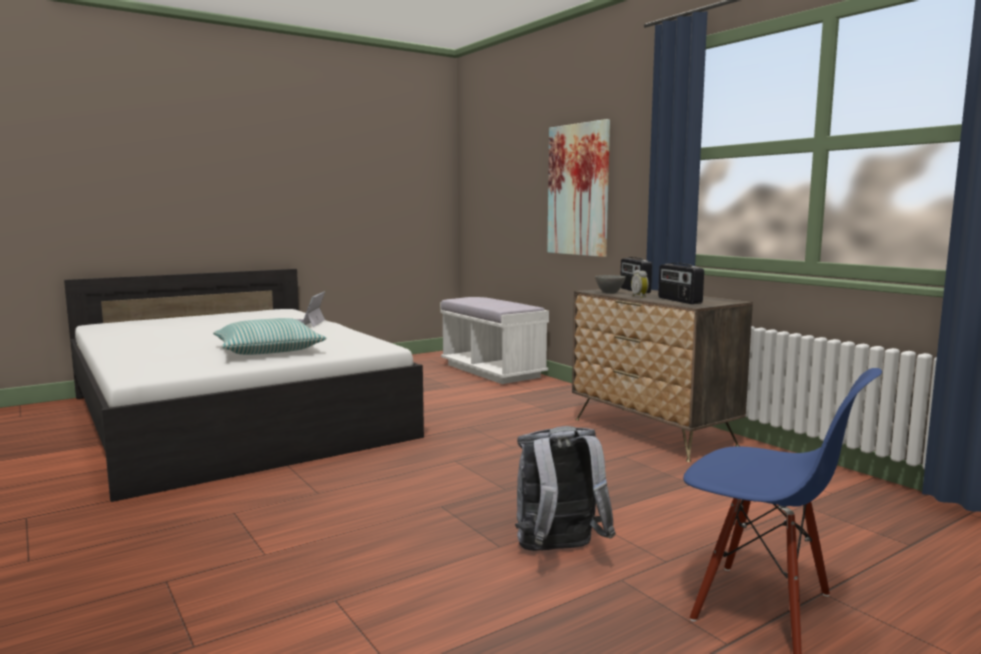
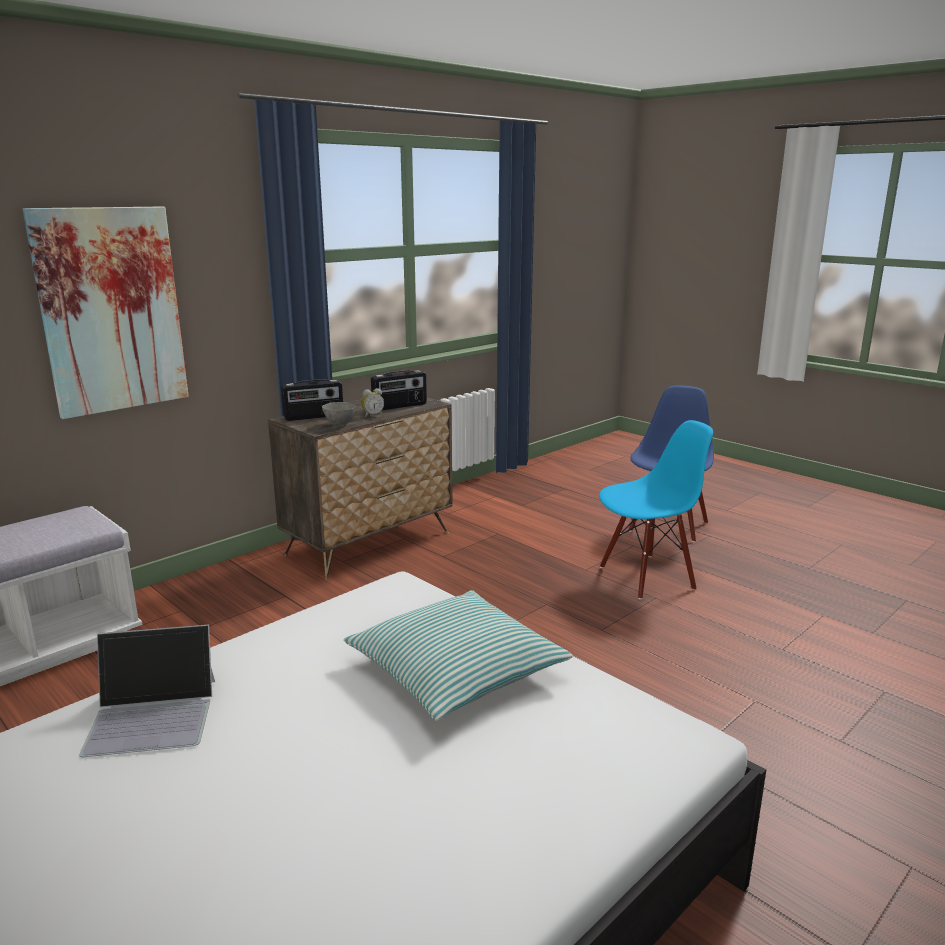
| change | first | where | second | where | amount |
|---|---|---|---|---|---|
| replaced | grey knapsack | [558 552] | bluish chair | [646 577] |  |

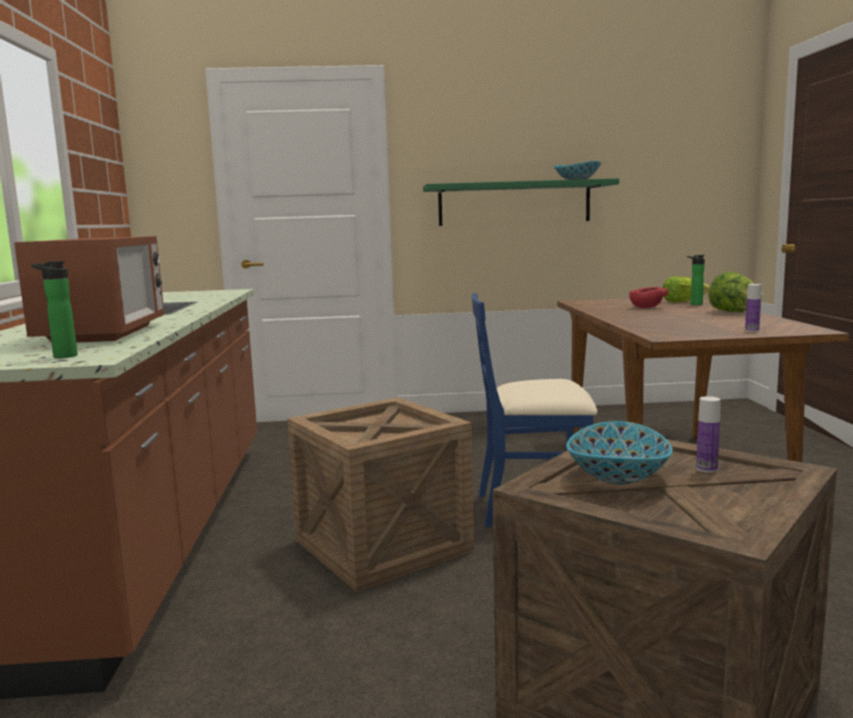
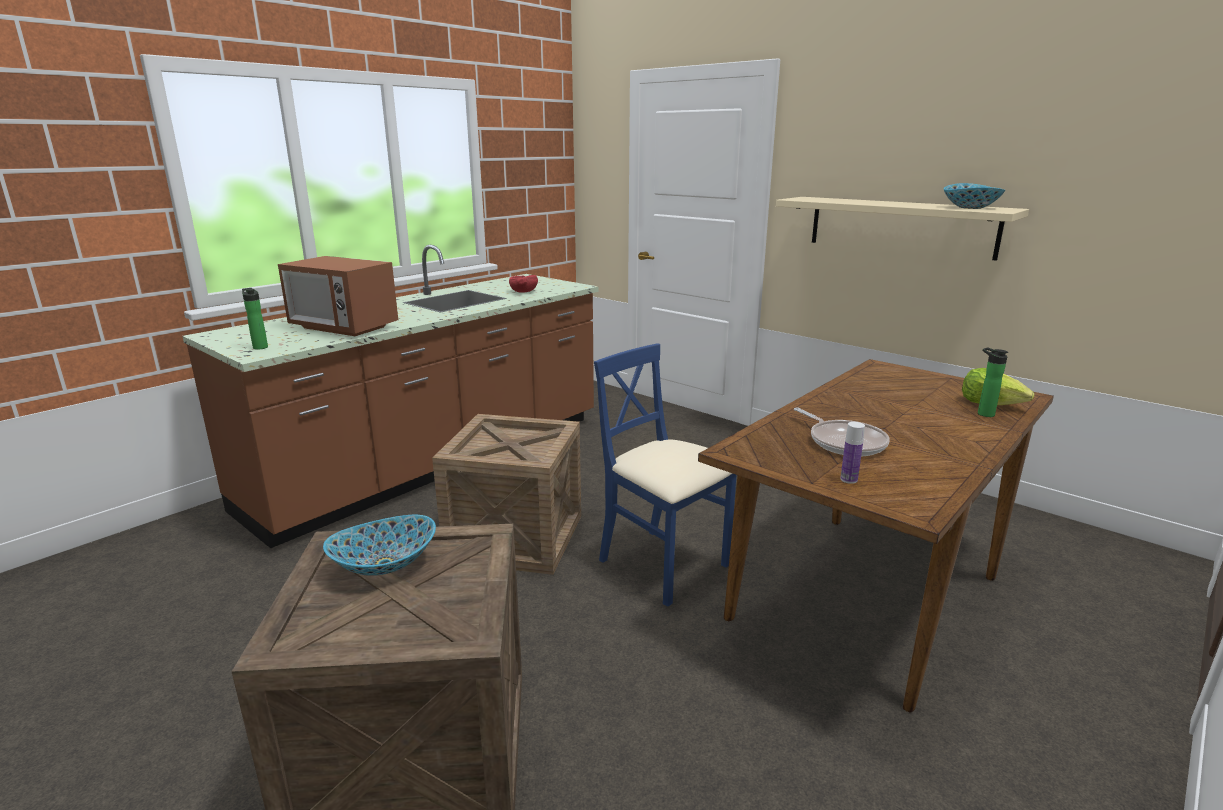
| change | first | where | second | where | amount |
|---|---|---|---|---|---|
| recoloured | green-coloured bracket shelf | [514 203] | beige bracket shelf | [900 226] |  |
| turned | microwave | [104 334] |  | [343 328] | 75 degrees clockwise |
| removed | lettuce head | [733 312] |  |  |  |
| moved | red deep dish | [646 307] |  | [523 292] |  |
| removed | beverage bottle | [706 469] |  |  |  |
| added |  |  | skillet | [844 442] |  |

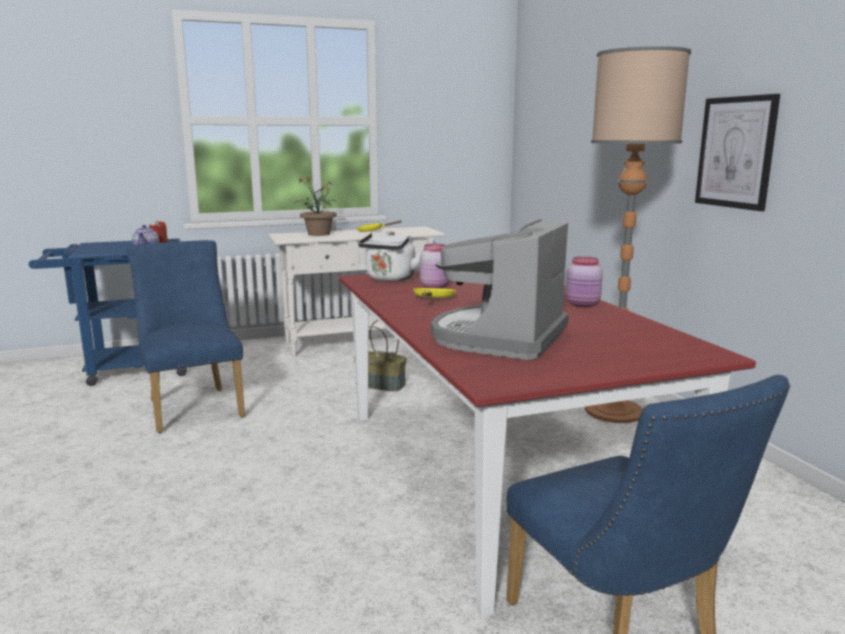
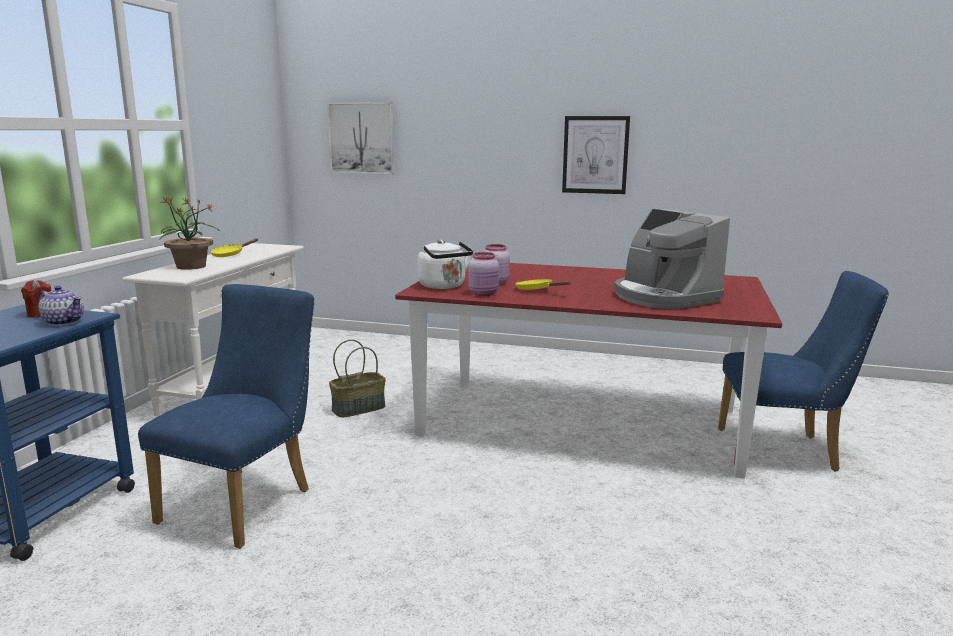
| change | first | where | second | where | amount |
|---|---|---|---|---|---|
| removed | standard lamp | [614 411] |  |  |  |
| turned | bluish chair | [194 406] |  | [246 502] | 105 degrees clockwise |
| moved | pink-coloured preserve jar | [583 304] |  | [484 294] |  |
| added |  |  | wall art | [362 138] |  |

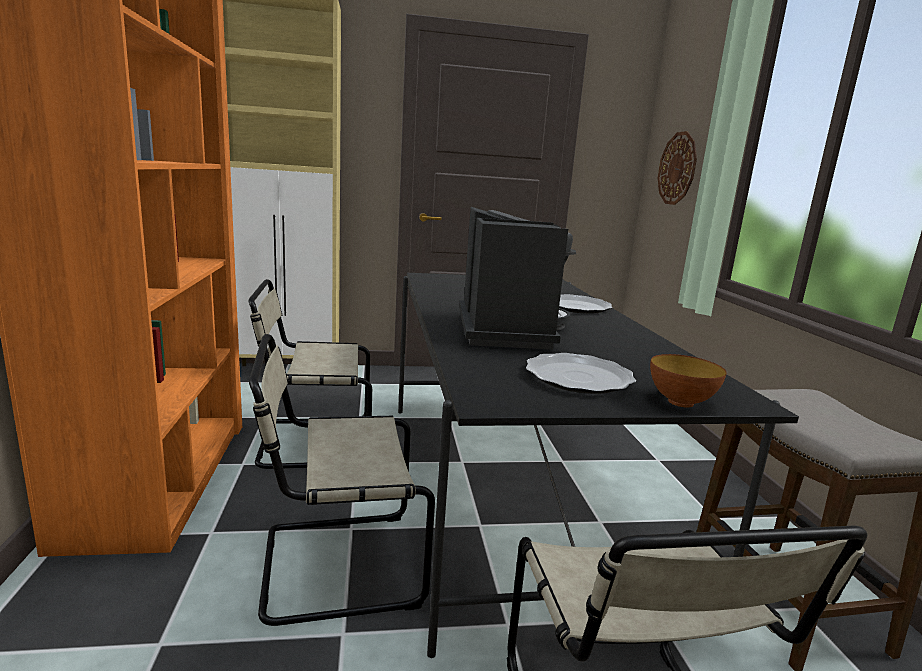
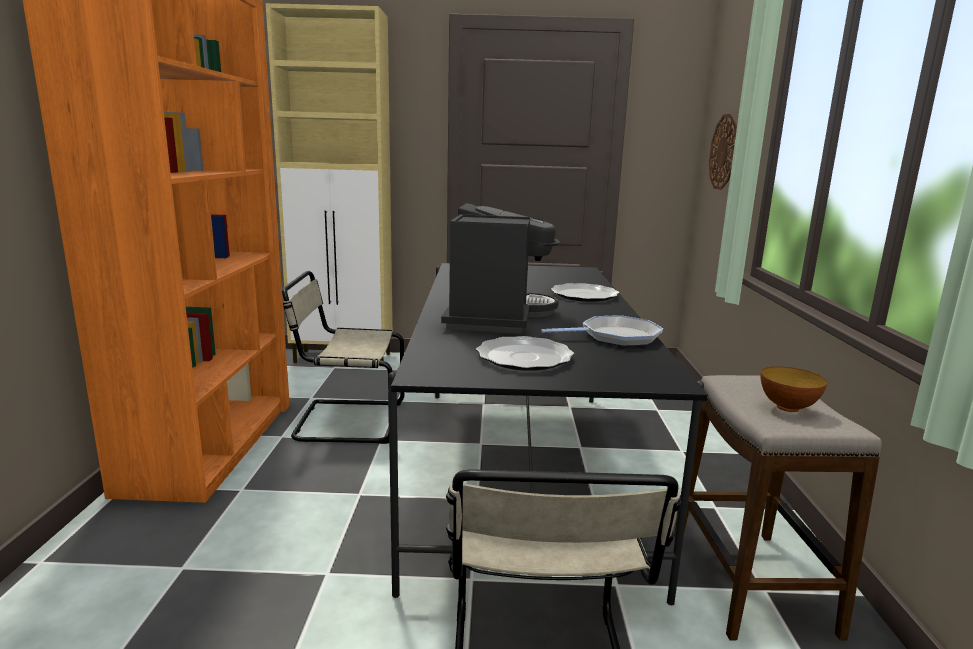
| change | first | where | second | where | amount |
|---|---|---|---|---|---|
| removed | beige chair | [334 565] |  |  |  |
| moved | deep dish | [680 402] |  | [787 408] |  |
| added |  |  | skillet | [615 337] |  |

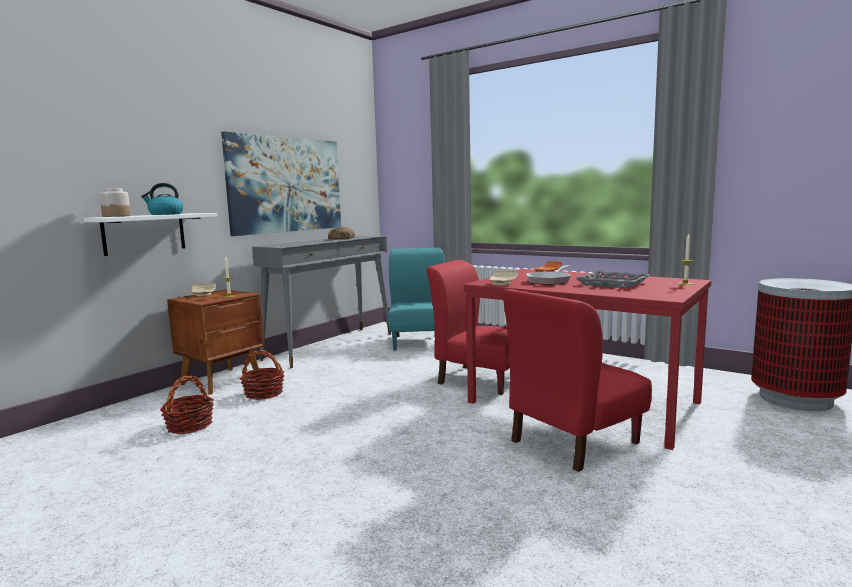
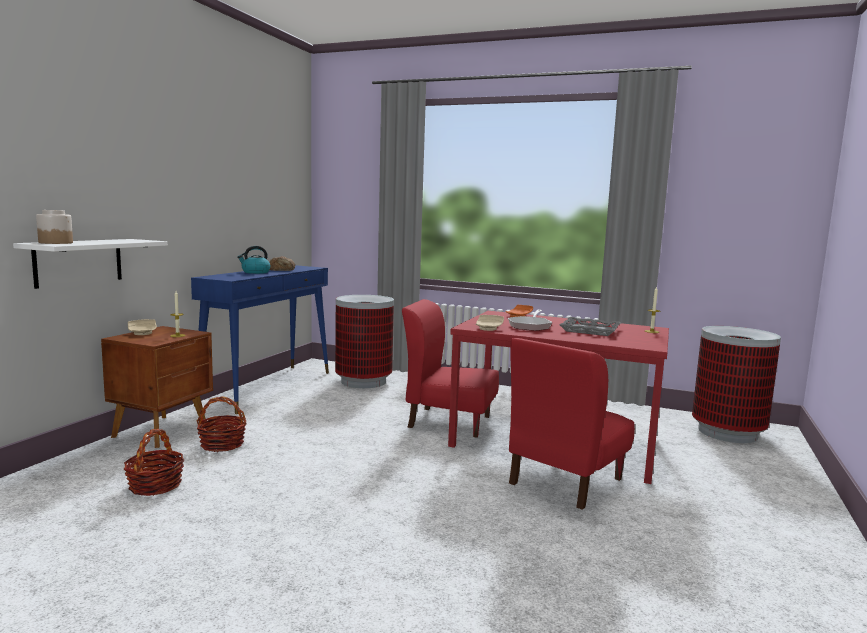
| change | first | where | second | where | amount |
|---|---|---|---|---|---|
| removed | wall art | [286 184] |  |  |  |
| moved | kettle | [165 214] |  | [255 272] |  |
| recoloured | grey hall table | [331 346] | bluish hall table | [268 387] |  |
| replaced | turquoise-coloured chair | [419 342] | rubbish bin | [363 381] |  |

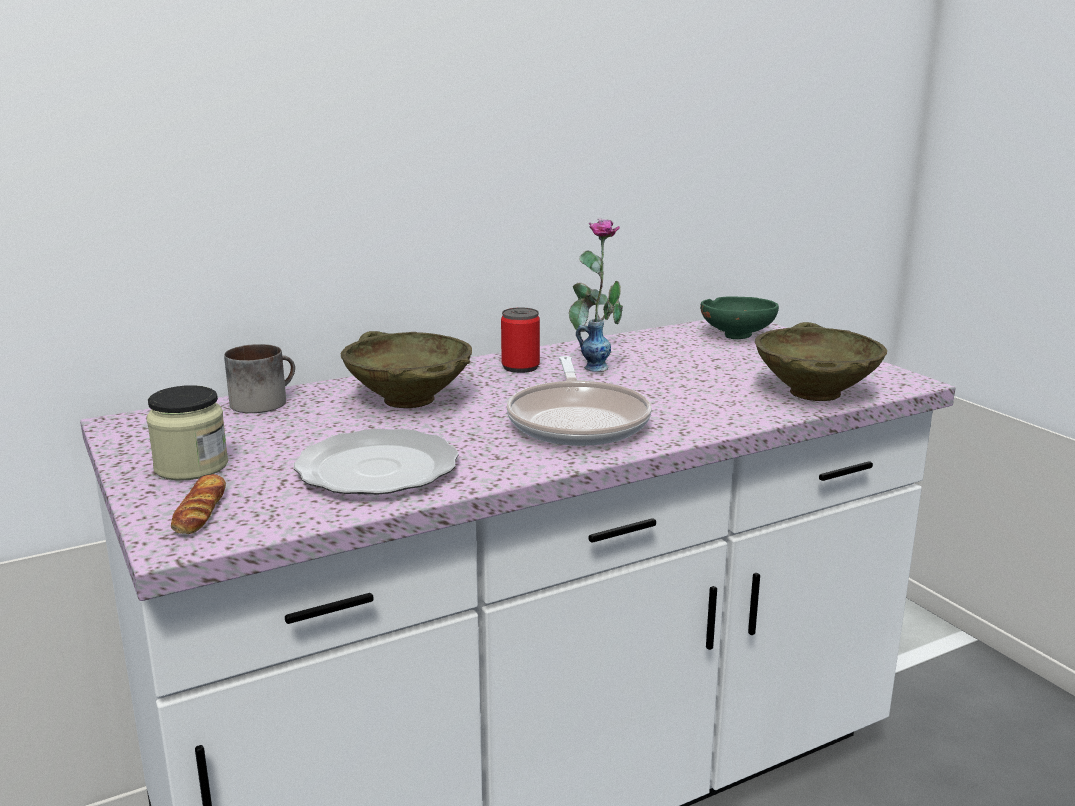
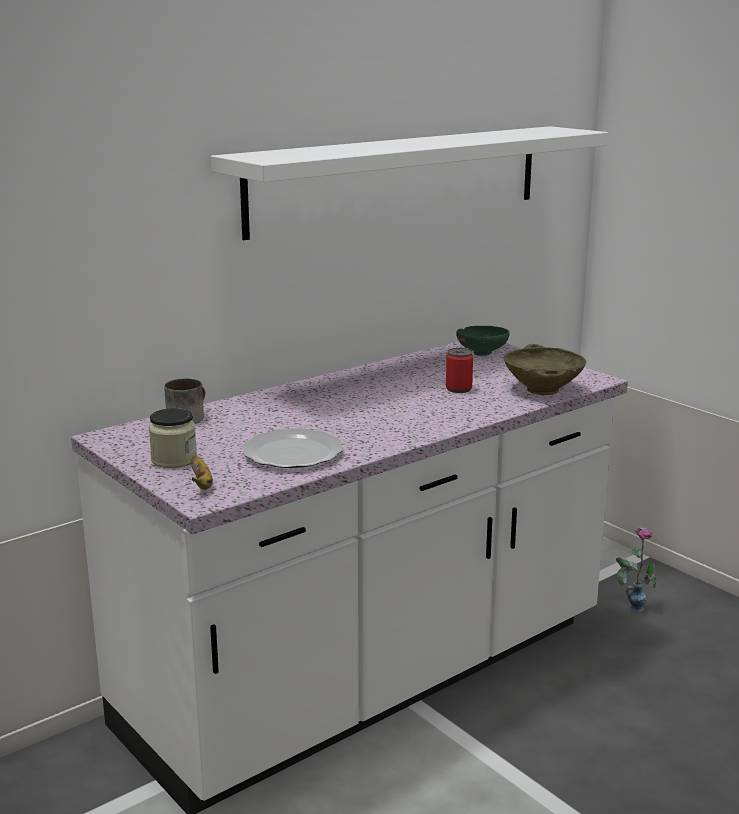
| change | first | where | second | where | amount |
|---|---|---|---|---|---|
| moved | flower vase | [594 363] |  | [632 604] |  |
| moved | metal can | [520 367] |  | [458 389] |  |
| removed | beige deep dish | [409 400] |  |  |  |
| removed | skillet | [578 421] |  |  |  |
| replaced | baked bread | [200 512] | banana | [202 484] |  |
| added |  |  | white bracket shelf | [400 178] |  |

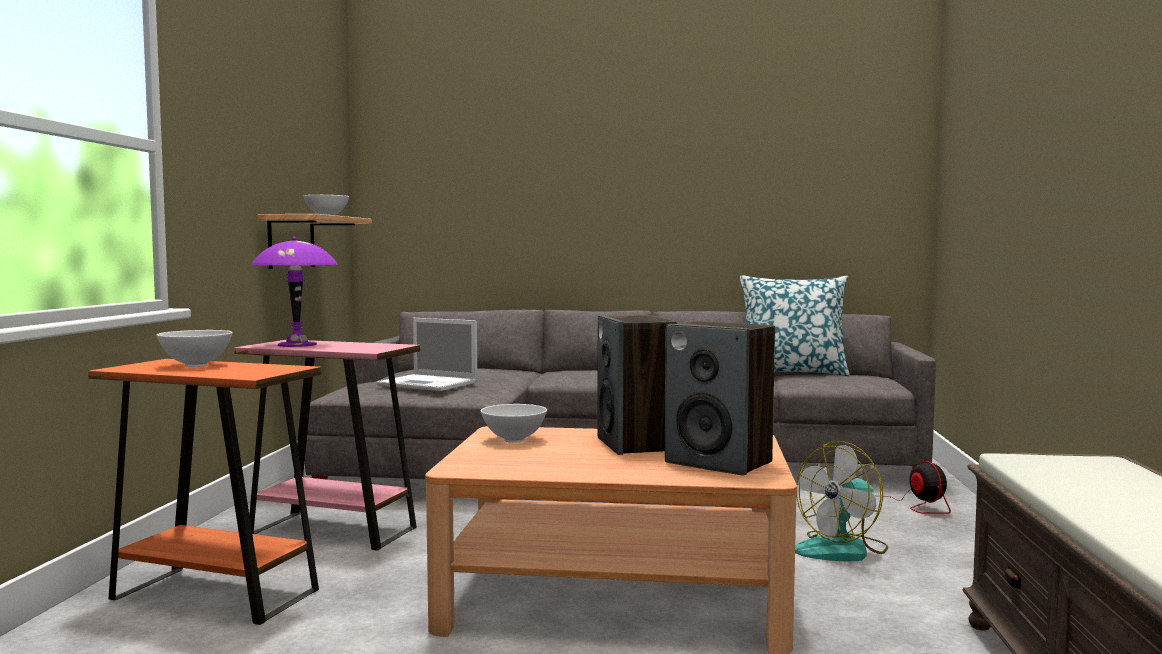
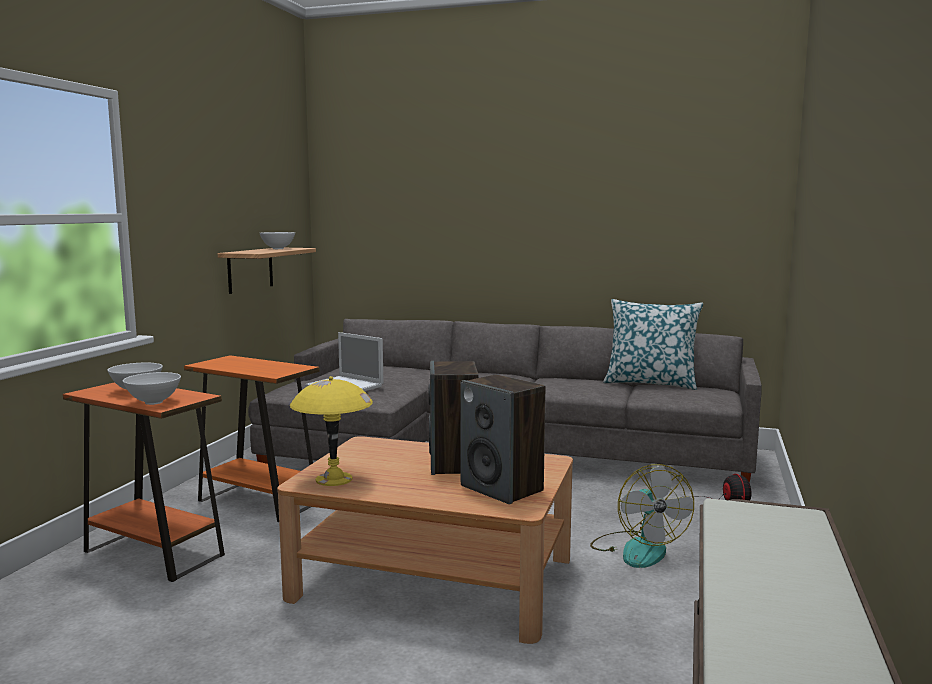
| change | first | where | second | where | amount |
|---|---|---|---|---|---|
| removed | purplish table lamp | [298 344] |  |  |  |
| recoloured | pink-coloured accent table | [333 531] | orange-coloured accent table | [258 502] |  |
| moved | white deep dish | [514 440] |  | [154 402] |  |
| turned | fan | [842 549] |  | [638 549] | 75 degrees counterclockwise |
| added |  |  | yellow table lamp | [333 479] |  |

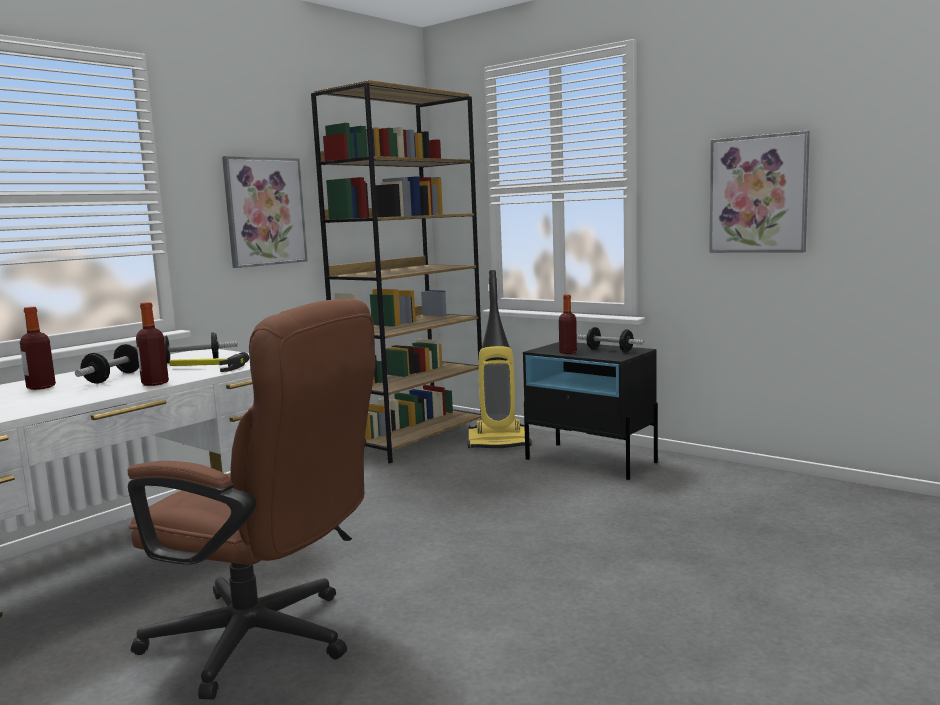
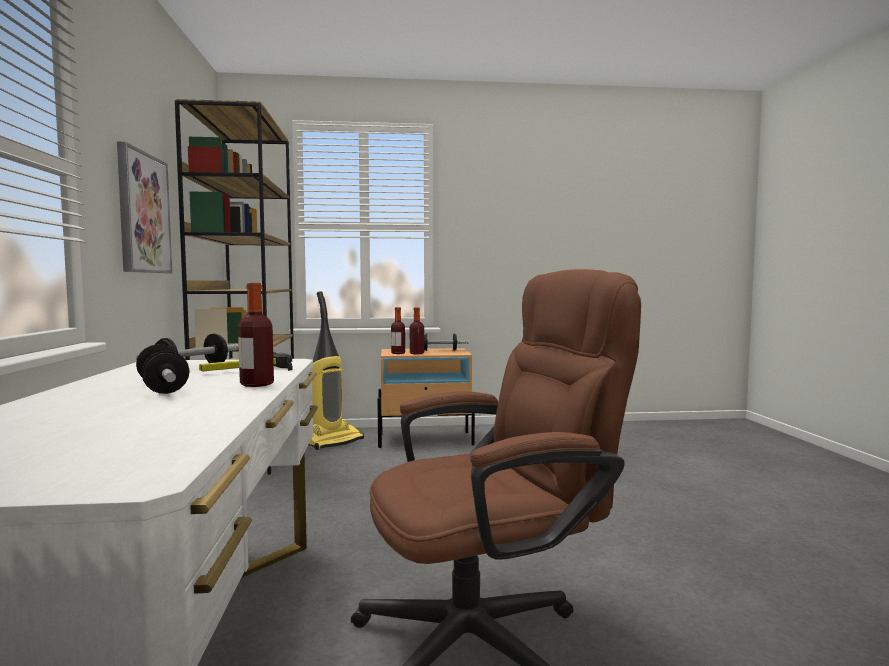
| change | first | where | second | where | amount |
|---|---|---|---|---|---|
| removed | wall art | [758 194] |  |  |  |
| moved | beverage bottle | [41 387] |  | [398 353] |  |
| recoloured | black nightstand | [591 461] | beige nightstand | [425 439] |  |

